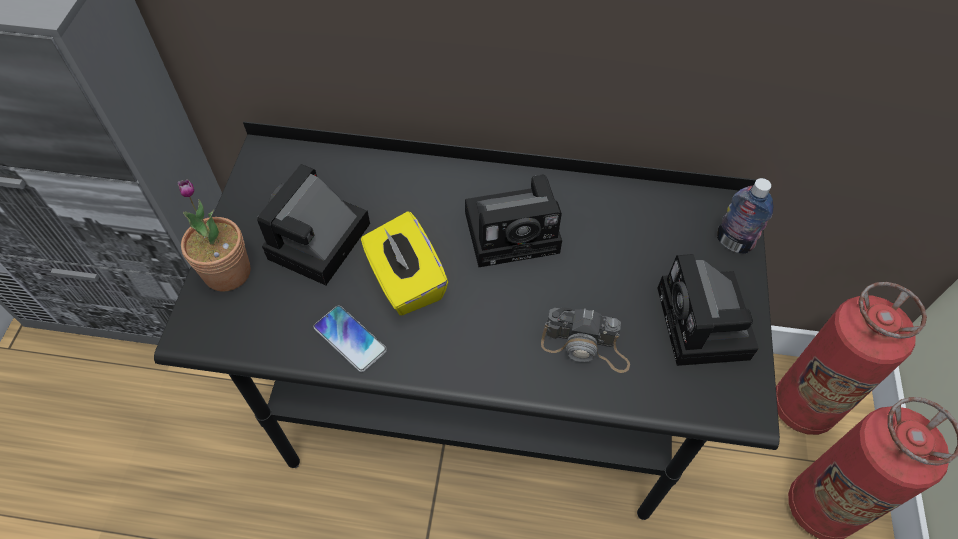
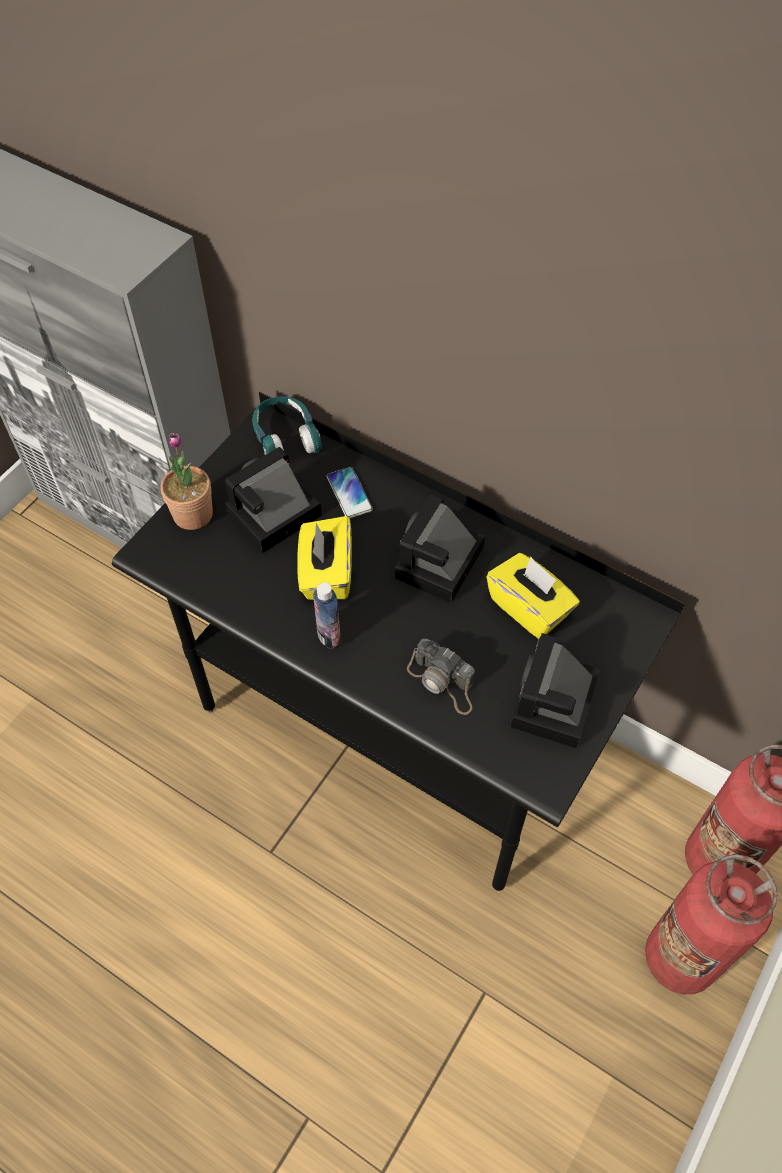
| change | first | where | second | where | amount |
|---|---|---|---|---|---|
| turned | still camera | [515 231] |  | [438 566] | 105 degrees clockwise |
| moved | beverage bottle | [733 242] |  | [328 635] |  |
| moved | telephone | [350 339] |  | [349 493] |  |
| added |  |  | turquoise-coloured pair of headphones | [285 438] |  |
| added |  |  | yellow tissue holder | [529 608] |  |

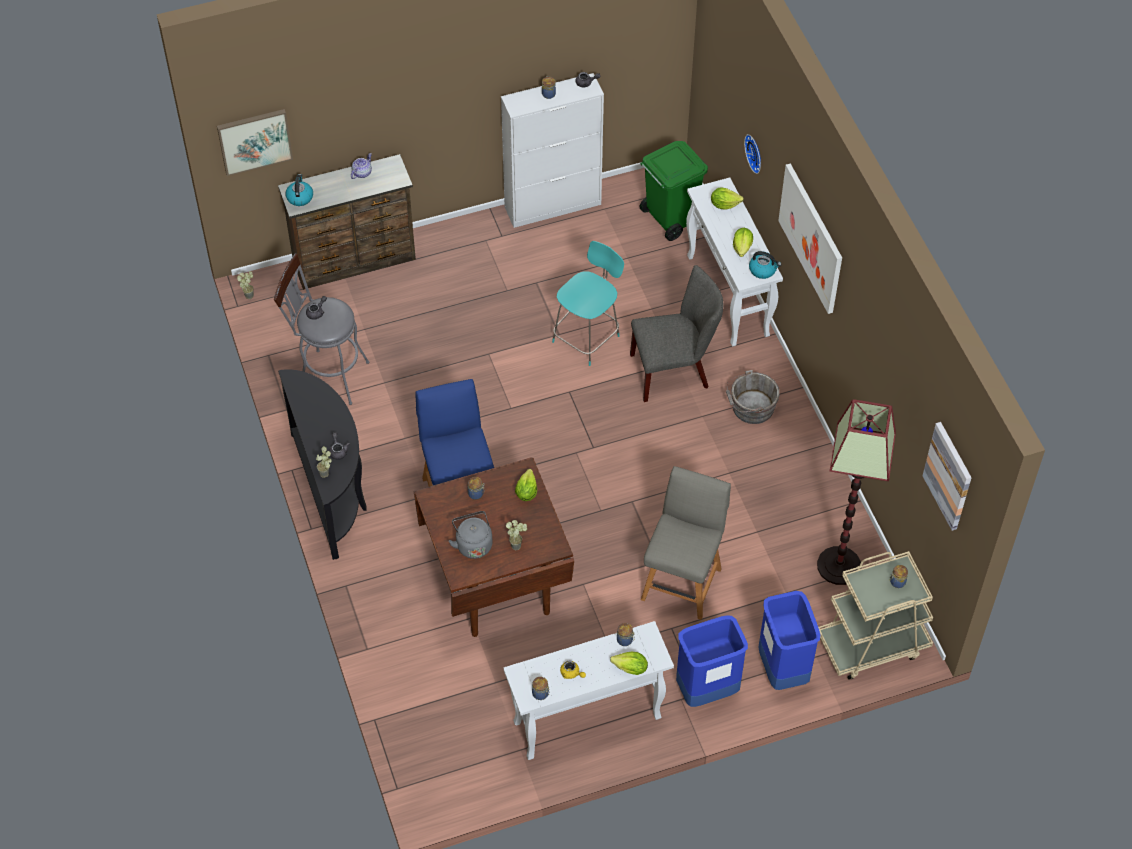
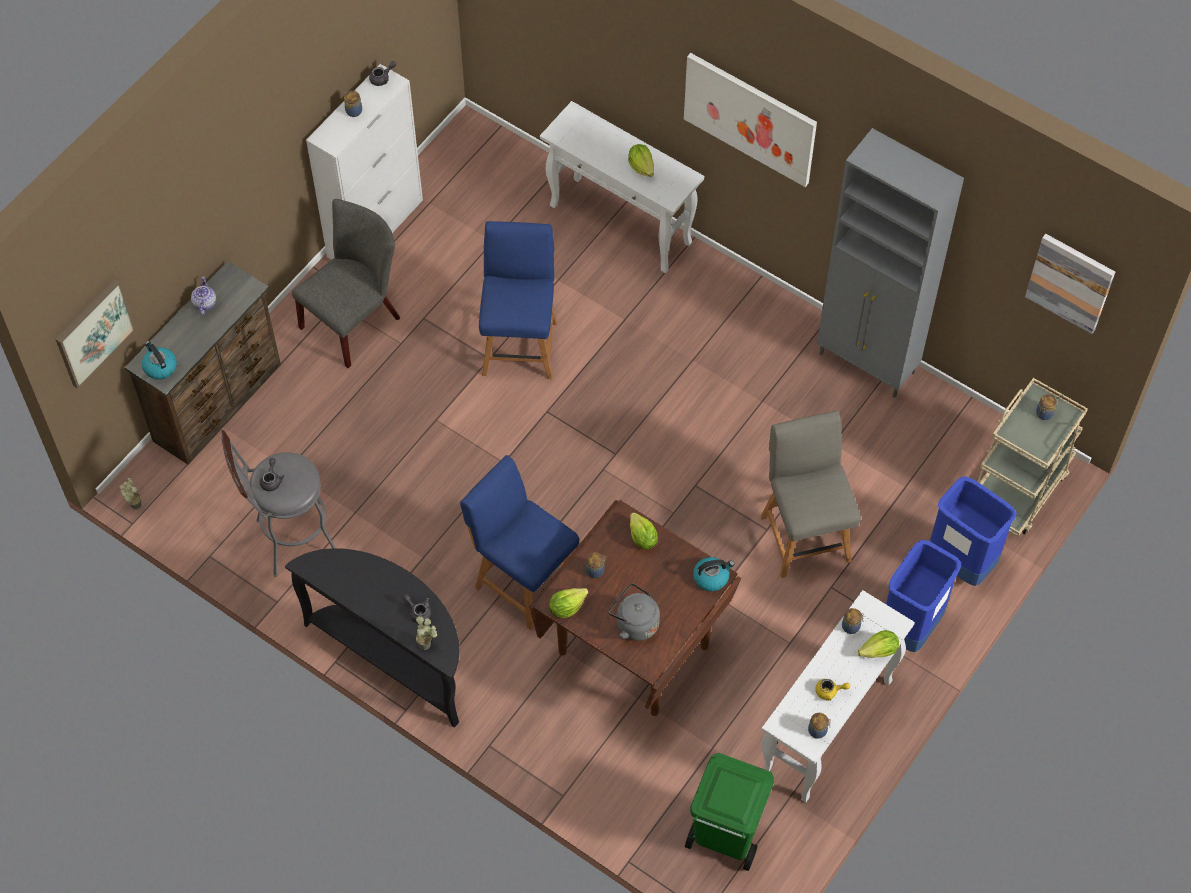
| change | first | where | second | where | amount |
|---|---|---|---|---|---|
| removed | hanging clock | [755 153] |  |  |  |
| moved | green-coloured rubbish bin | [669 219] |  | [725 836] |  |
| moved | lettuce head | [724 204] |  | [566 607] |  |
| replaced | turquoise-coloured stool seat | [587 337] | bluish chair | [520 345] |  |
| moved | kettle | [763 270] |  | [711 577] |  |
| moved | grey chair | [674 371] |  | [355 319] |  |
| removed | grey bucket | [750 407] |  |  |  |
| removed | standard lamp | [838 565] |  |  |  |
| removed | potted plant | [517 544] |  |  |  |
| added |  |  | grey storage cabinet | [867 364] |  |

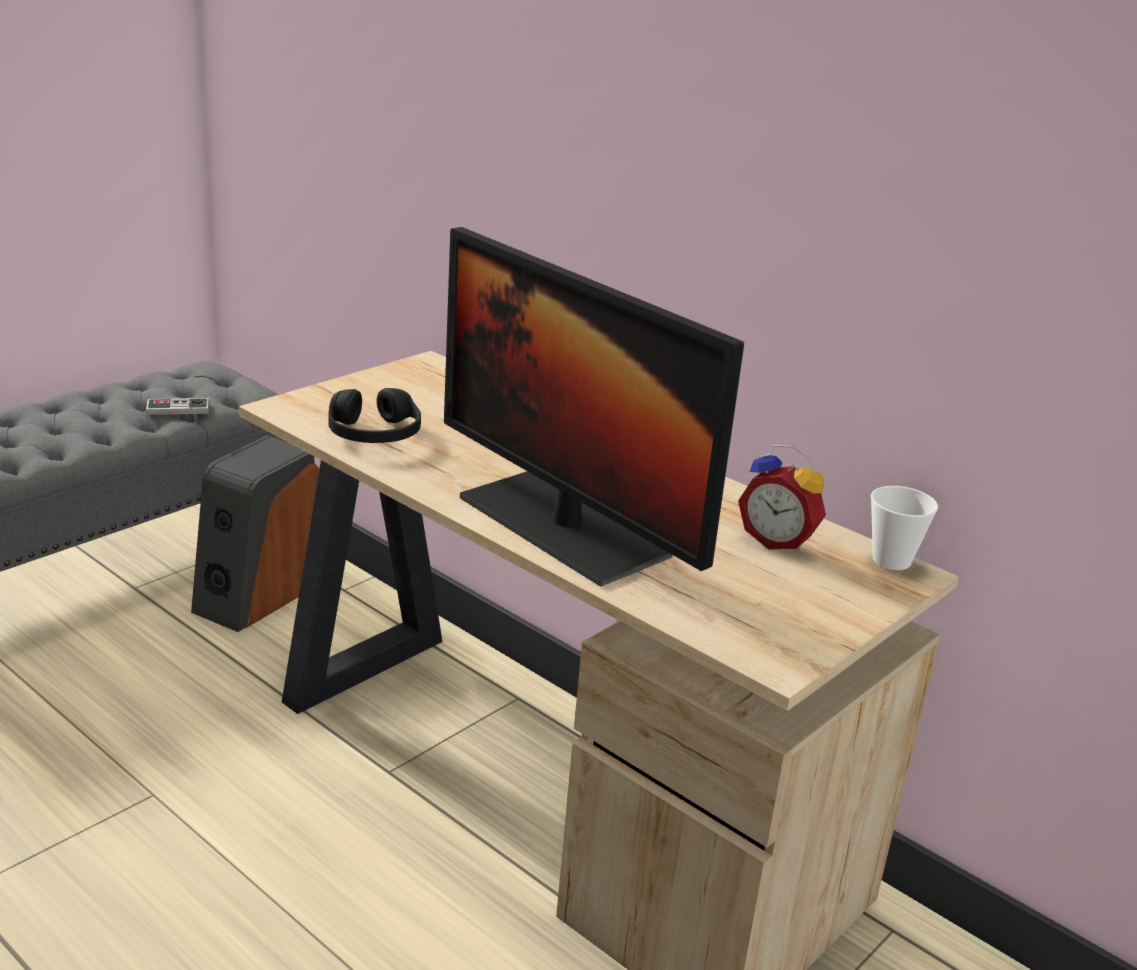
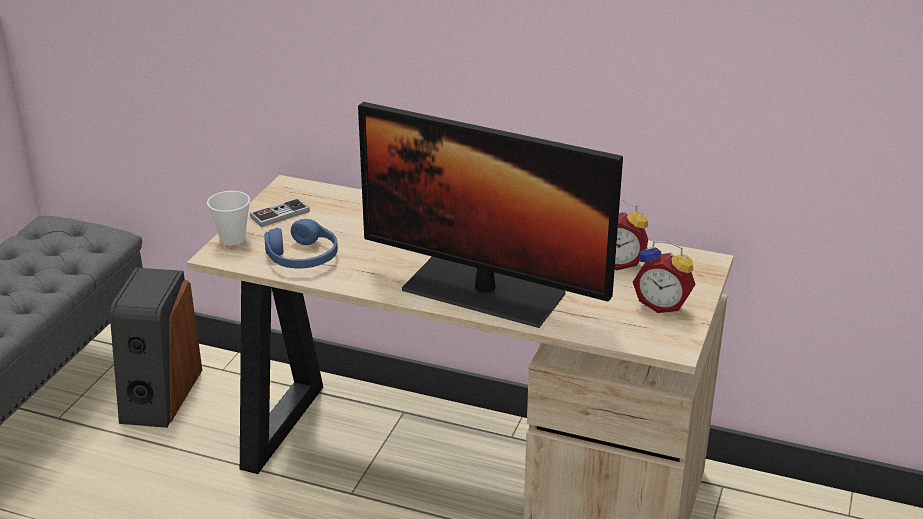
| change | first | where | second | where | amount |
|---|---|---|---|---|---|
| recoloured | black pair of headphones | [374 434] | bluish pair of headphones | [302 257] |  |
| moved | game controller | [178 409] |  | [280 214] |  |
| moved | small cup | [891 560] |  | [232 239] |  |
| added |  |  | table clock | [662 305] |  |

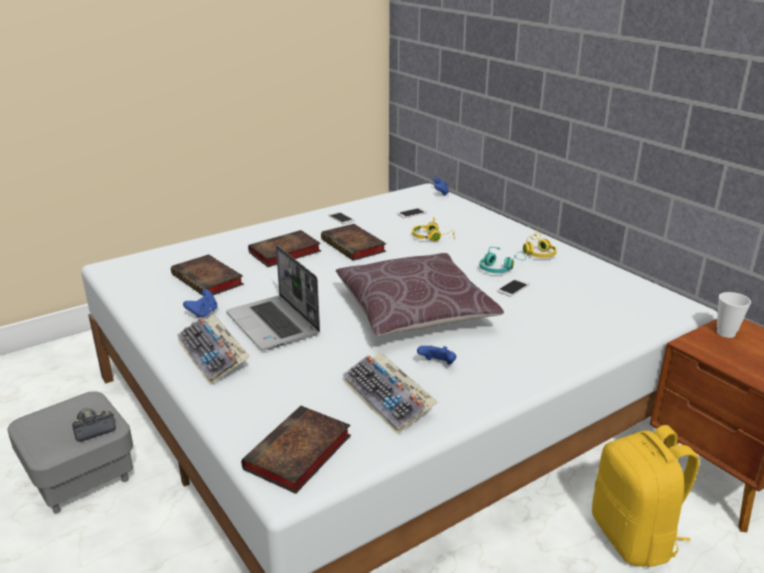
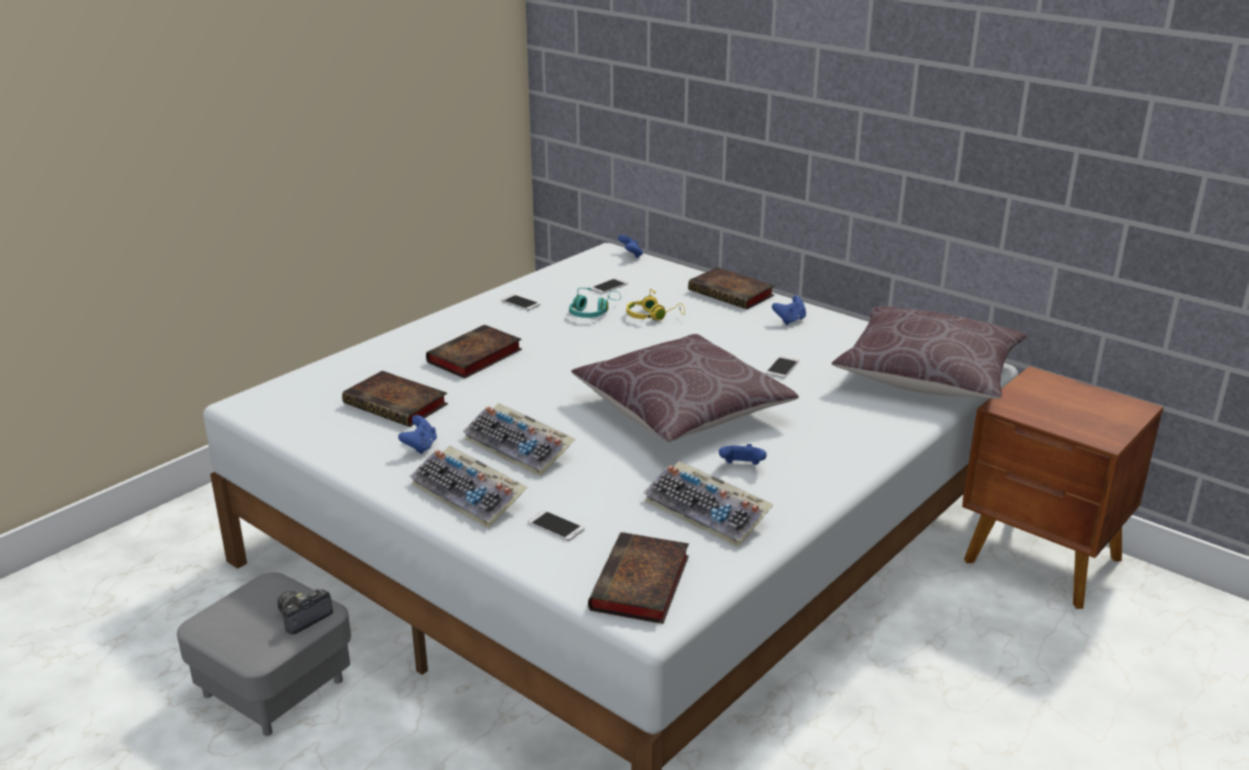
| change | first | where | second | where | amount |
|---|---|---|---|---|---|
| moved | book | [354 246] |  | [733 293] |  |
| replaced | yellow pair of headphones | [538 252] | bluish game controller | [790 320] |  |
| replaced | laptop | [274 324] | PC keyboard | [520 448] |  |
| moved | turquoise-coloured pair of headphones | [499 268] |  | [593 312] |  |
| removed | small cup | [726 333] |  |  |  |
| removed | yellow knapsack | [634 537] |  |  |  |
| added |  |  | brown-coloured pillow | [928 375] |  |
| added |  |  | telephone | [556 526] |  |

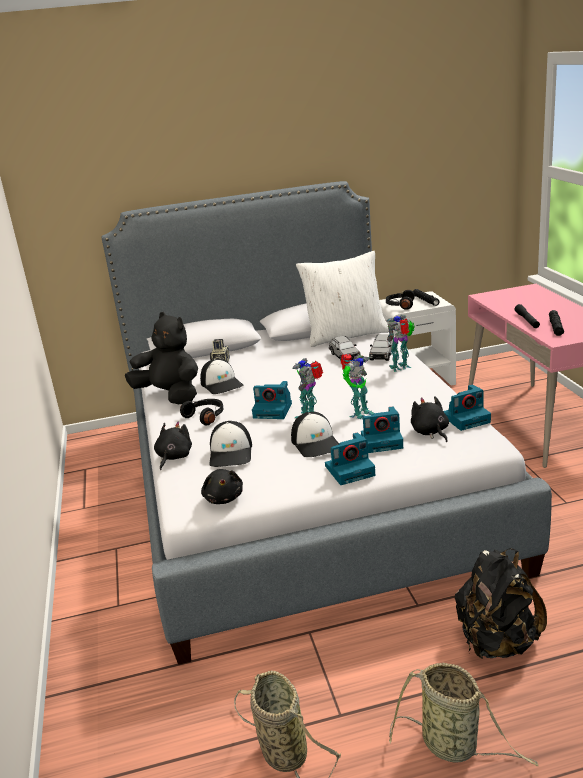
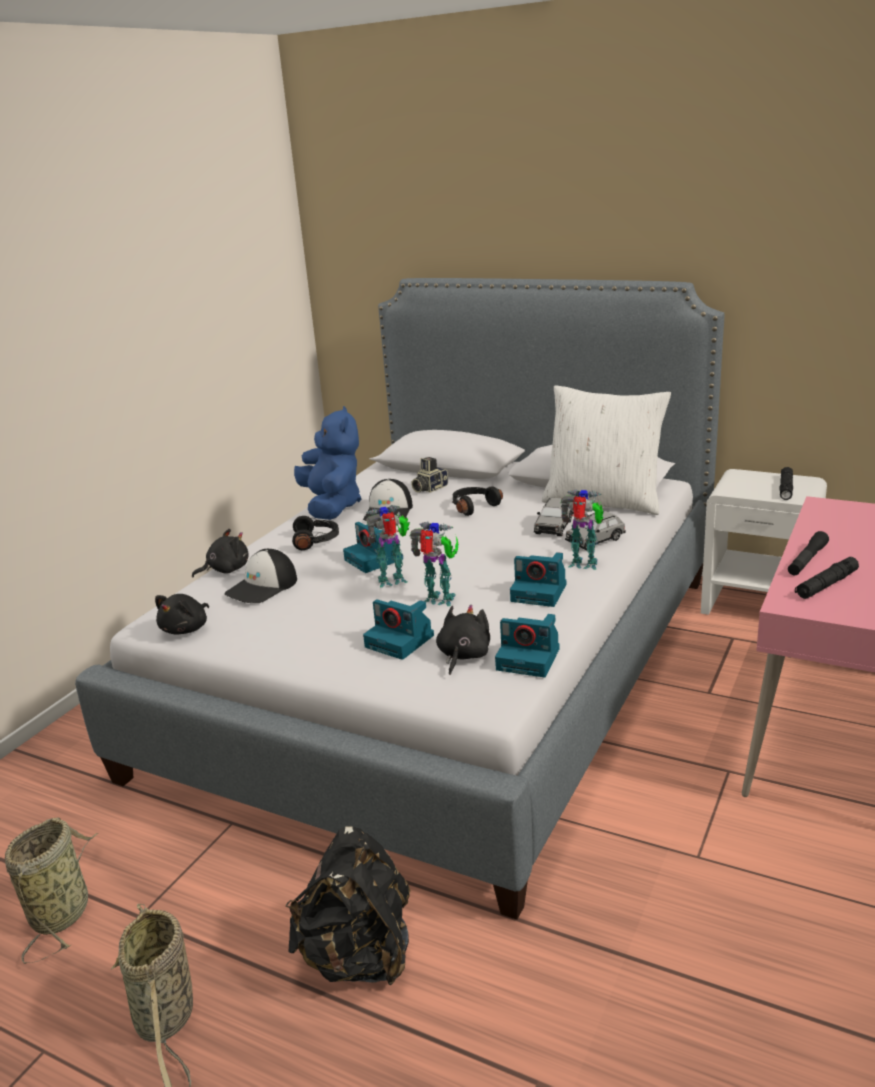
| change | first | where | second | where | amount |
|---|---|---|---|---|---|
| moved | black pair of headphones | [400 305] |  | [473 506] |  |
| recoloured | black soft toy | [170 395] | bluish soft toy | [332 506] |  |
| turned | toy robot | [359 414] |  | [440 601] | 150 degrees counterclockwise |
| removed | cap | [316 443] |  |  |  |
| moved | still camera | [350 470] |  | [540 592] |  |

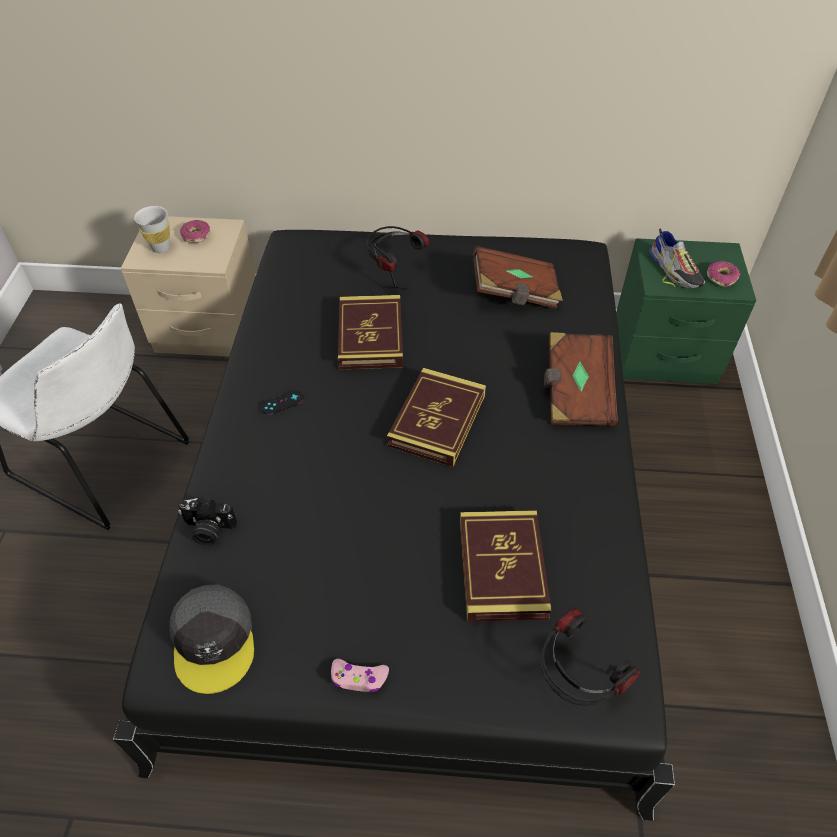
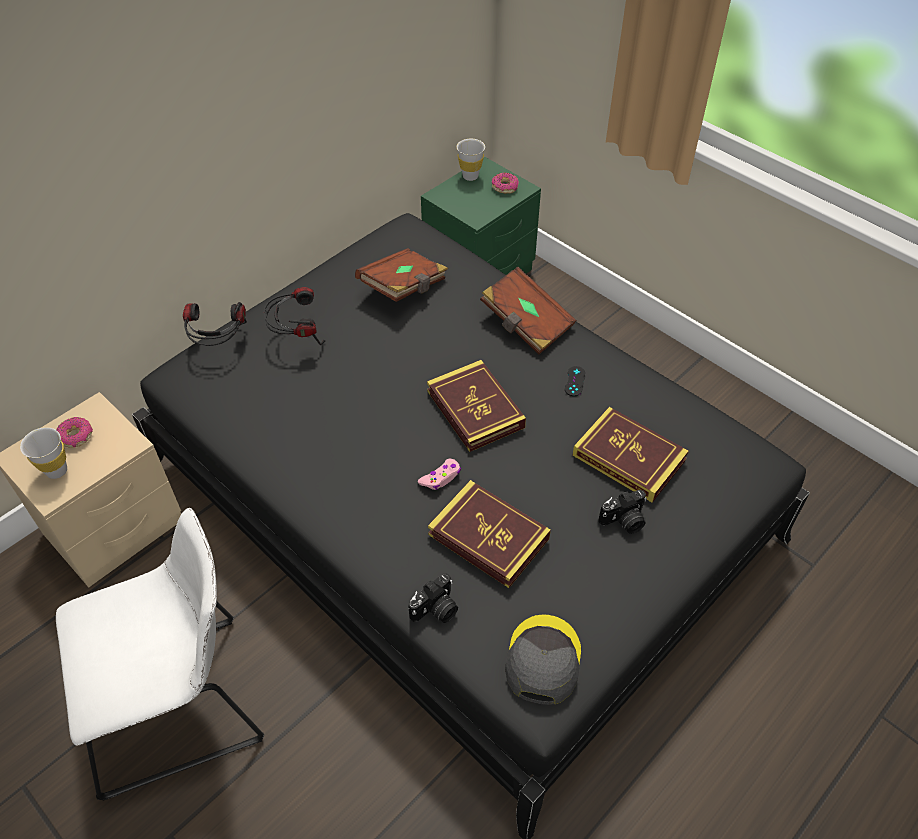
| change | first | where | second | where | amount |
|---|---|---|---|---|---|
| removed | low shoe | [675 270] |  |  |  |
| moved | book | [370 336] |  | [488 536] |  |
| moved | black game controller | [282 402] |  | [574 381] |  |
| turned | grey cap | [214 640] |  | [542 660] | 105 degrees counterclockwise |
| moved | pair of headphones | [576 680] |  | [219 345] |  |
| moved | pink-coloured game controller | [359 678] |  | [441 478] |  |
| added |  |  | white small cup | [470 176] |  |
| added |  |  | still camera | [624 521] |  |

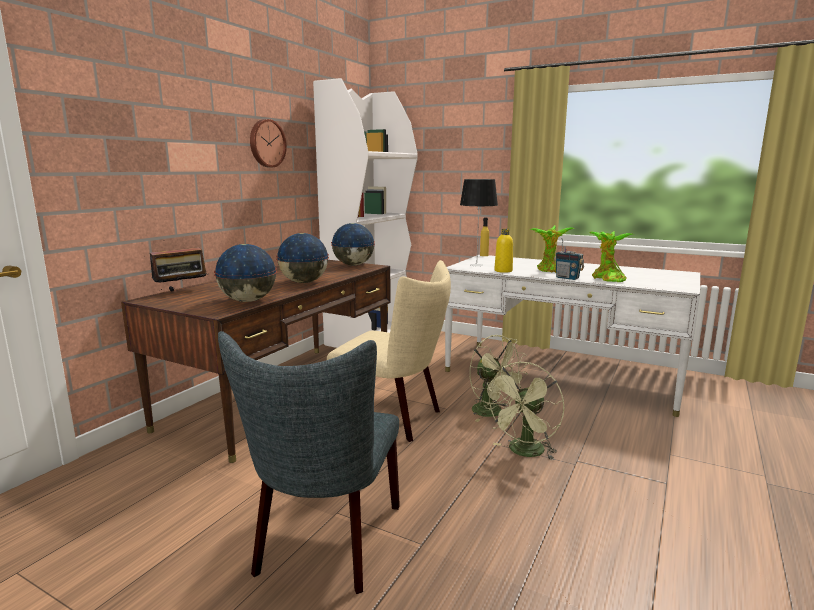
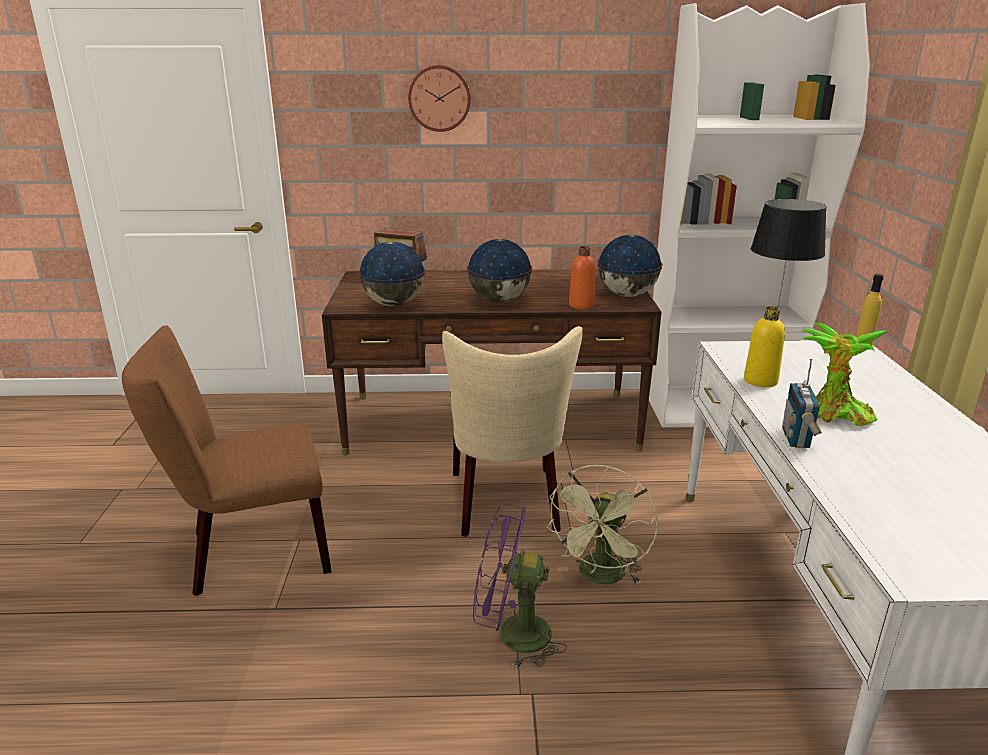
| change | first | where | second | where | amount |
|---|---|---|---|---|---|
| moved | hanging clock | [266 143] |  | [439 98] |  |
| removed | potted plant | [607 279] |  |  |  |
| recoloured | grey chair | [325 544] | brown-coloured chair | [250 552] |  |
| recoloured | green-coloured fan | [524 452] | purplish fan | [512 635] |  |
| added |  |  | orange-coloured beverage bottle | [581 305] |  |

